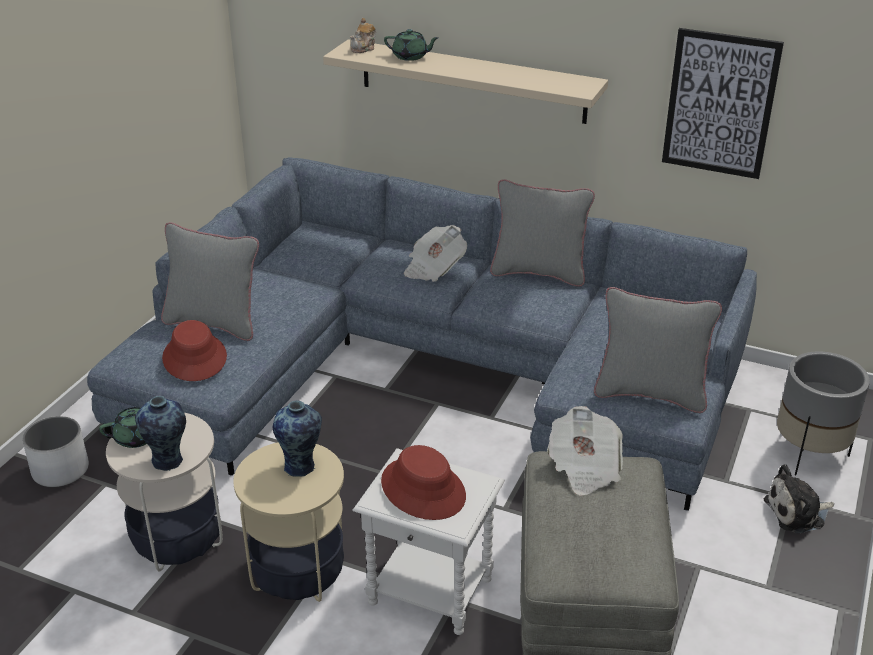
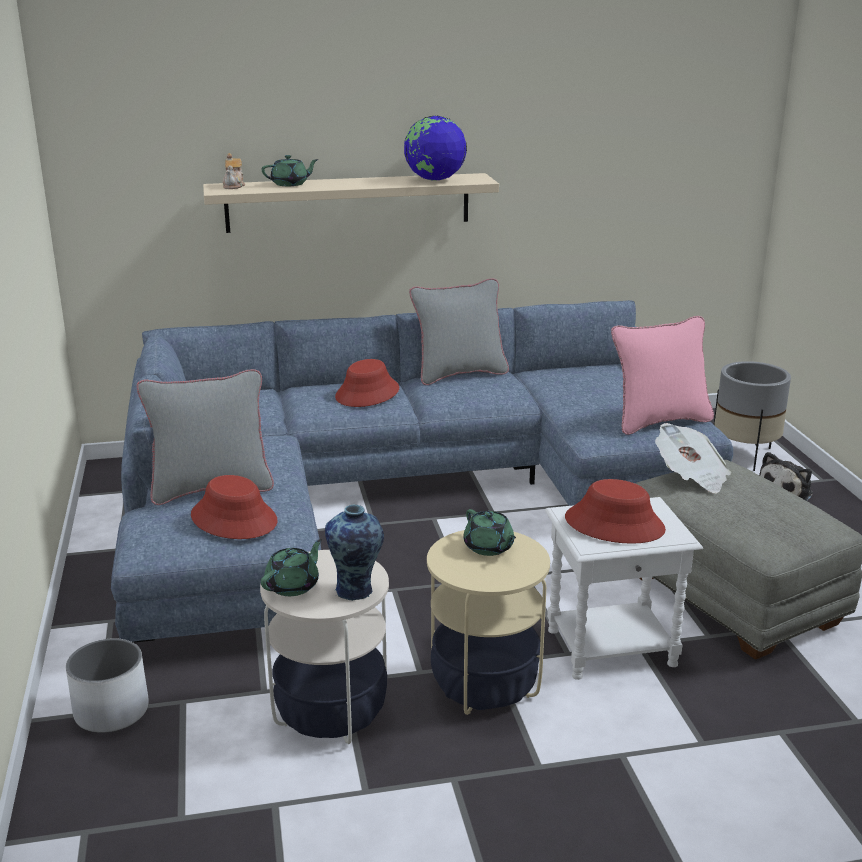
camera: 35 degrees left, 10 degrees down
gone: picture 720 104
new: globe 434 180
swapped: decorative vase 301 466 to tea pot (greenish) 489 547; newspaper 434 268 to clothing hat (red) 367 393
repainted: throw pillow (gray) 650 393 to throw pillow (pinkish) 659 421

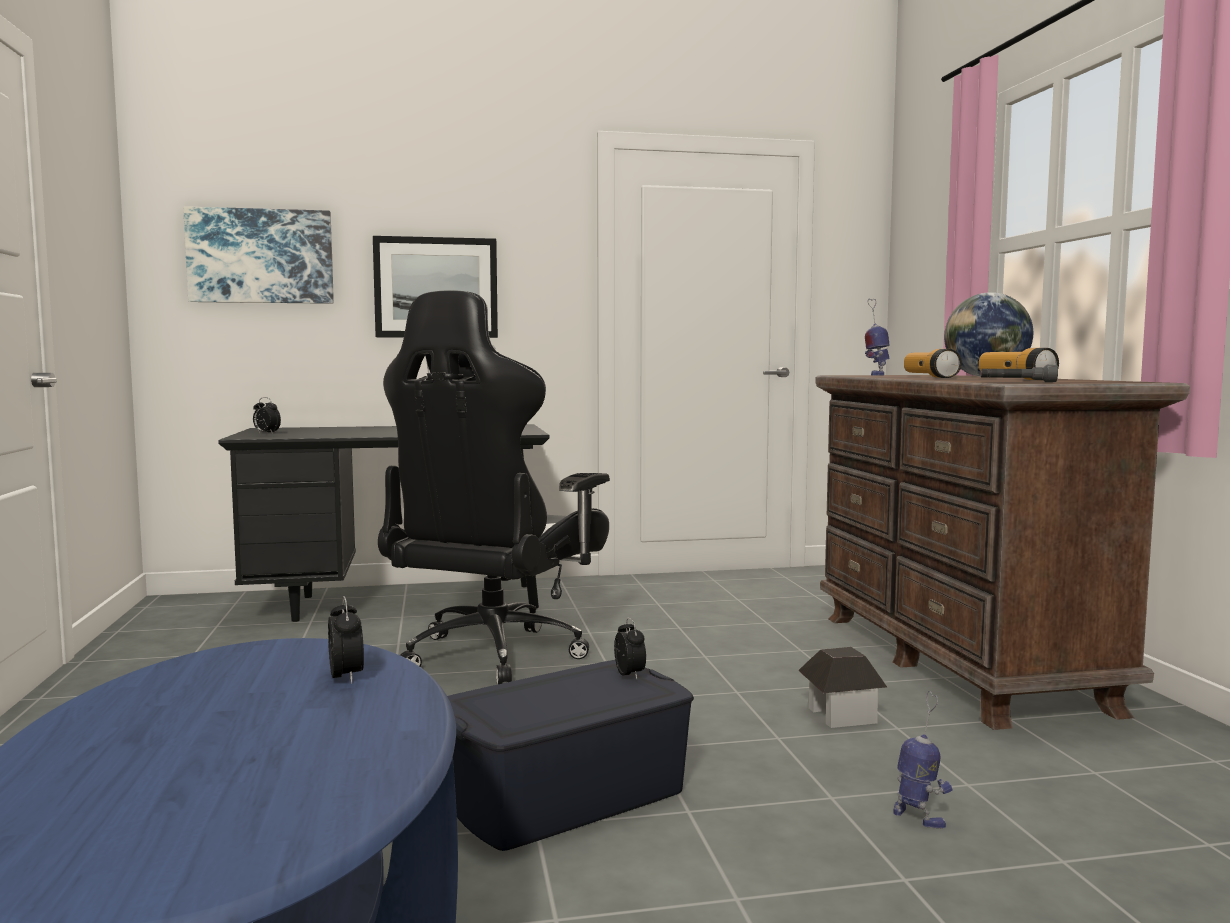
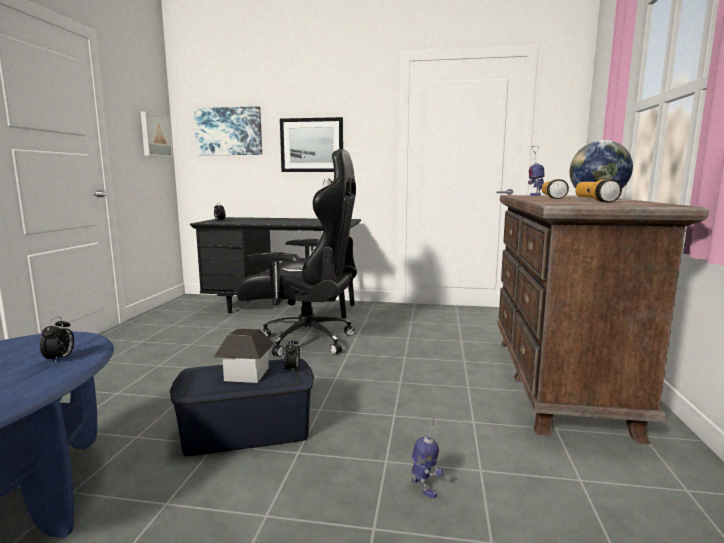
camera: 20 degrees right, 5 degrees up
gone: hand torch (gray) 1017 382
new: picture 155 135
shifted: miniature house 840 715 to 246 374
rotated: computer chair (blackish) 498 651 = 301 340 120 degrees counterclockwise

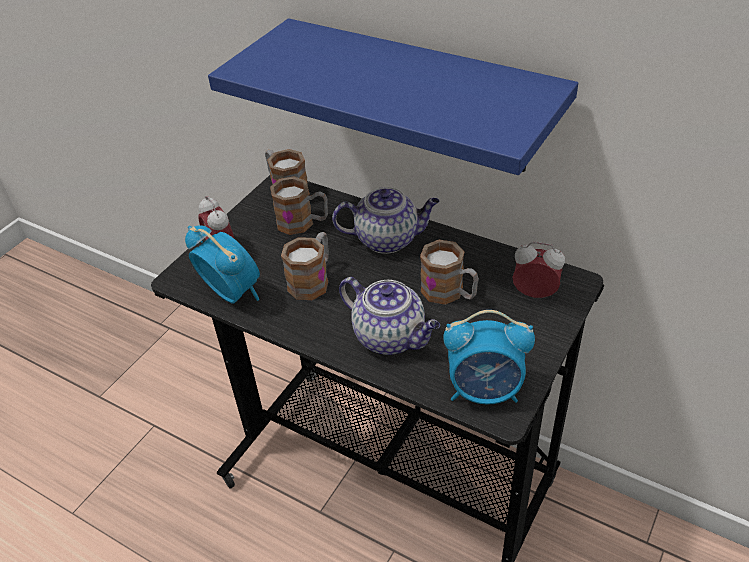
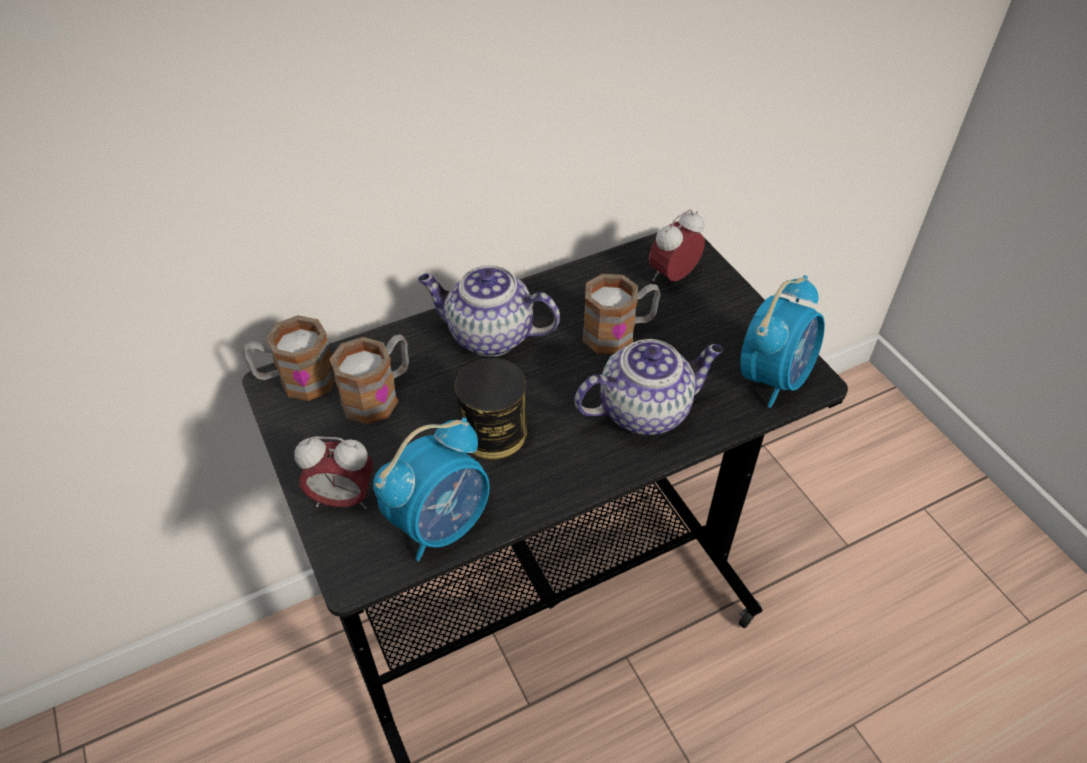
camera: 60 degrees left, 5 degrees up
gone: wall shelf (blue) 421 96
swapped: tea mug 313 280 to metal can 493 433
rotated: bedside clock 231 293 = 441 523 150 degrees clockwise; tea pot 388 239 = 488 336 105 degrees counterclockwise

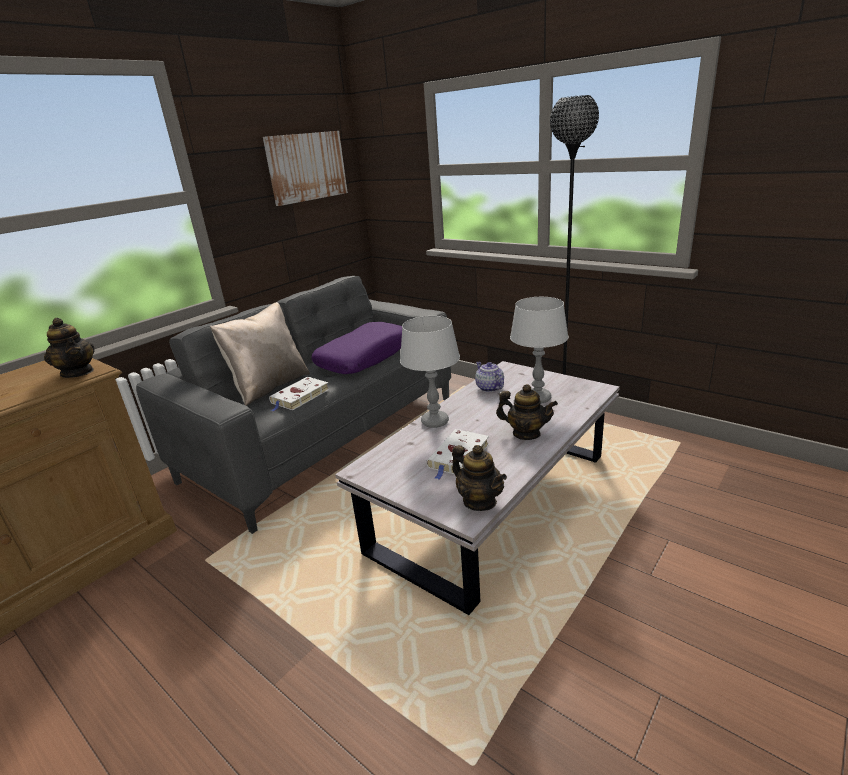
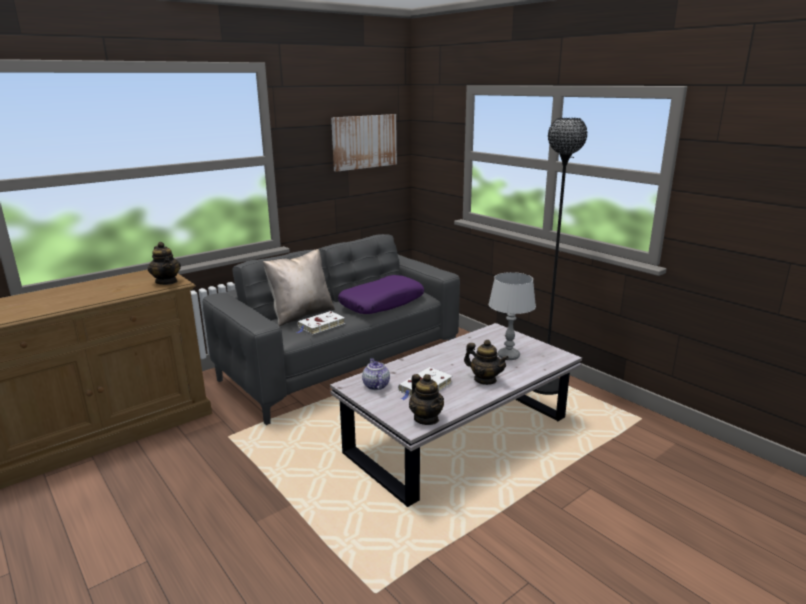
camera: 10 degrees right, 5 degrees down
gone: table lamp (gray) 435 422
shifted: tea pot 489 387 to 375 385

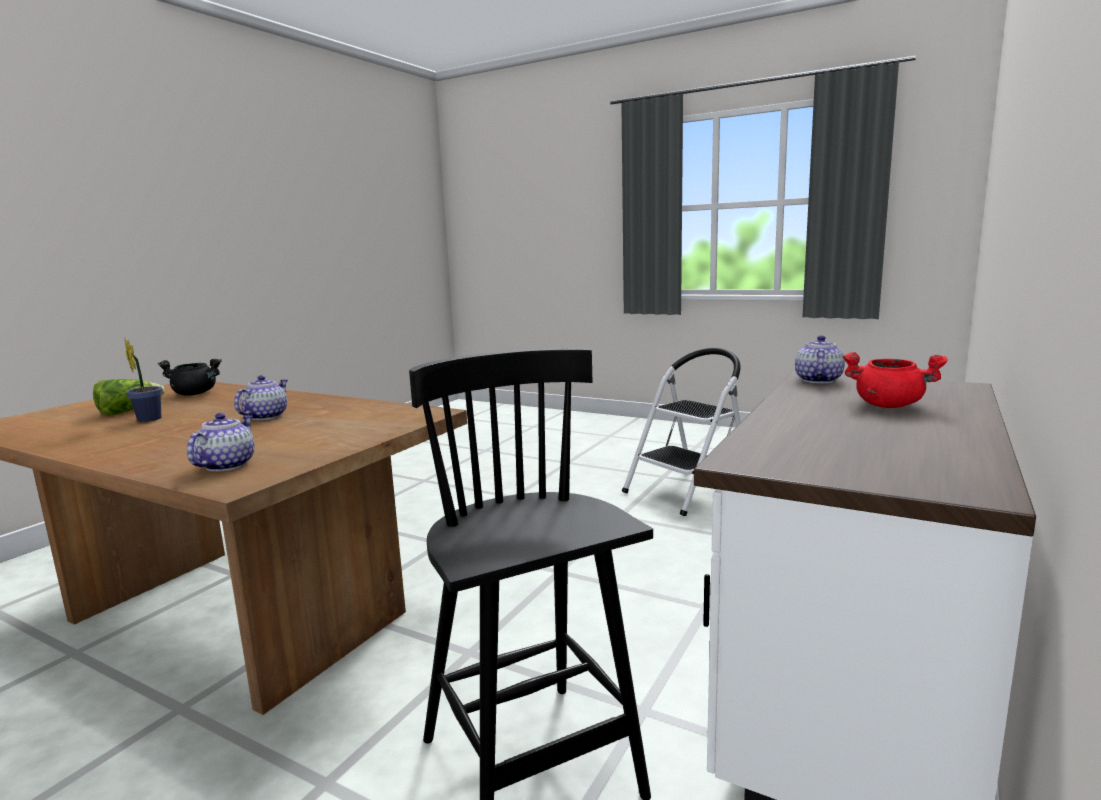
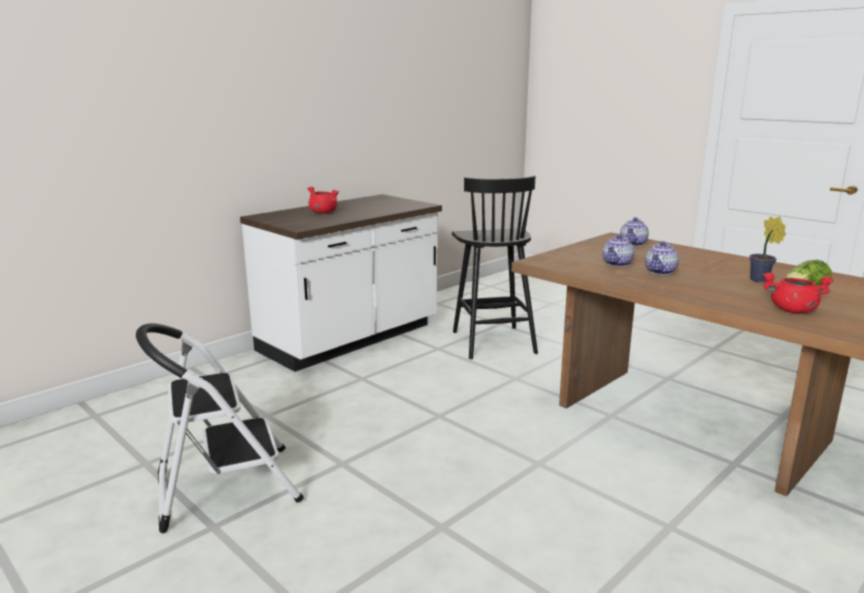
camera: 165 degrees left, 5 degrees up
shifted: tea pot 817 380 to 617 264
repainted: saucepot (blackish) 196 394 to saucepot (red) 792 310

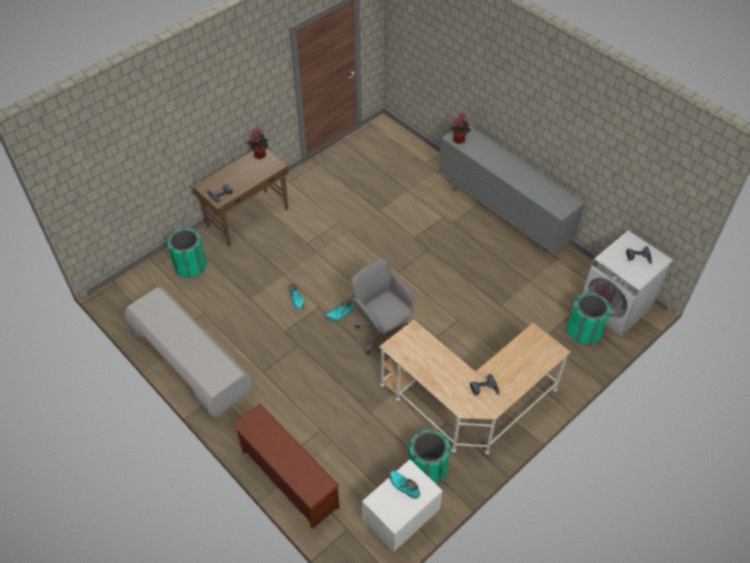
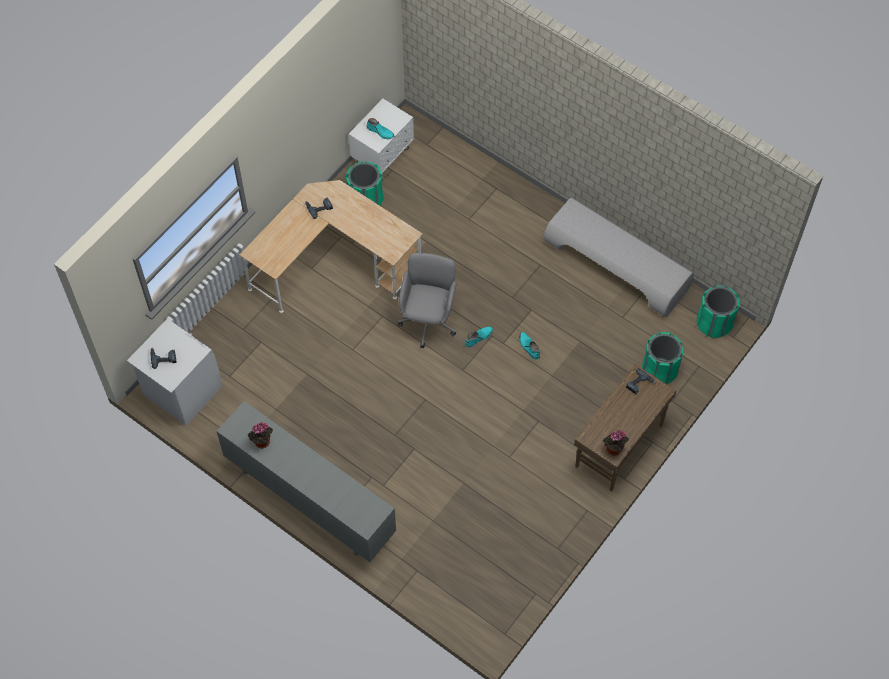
camera: 170 degrees right, 10 degrees up
gone: shoe shelf (brown) 288 479
shifted: potted plant 459 139 to 261 443; trash can (greenish) 584 331 to 714 323
rotated: computer chair (gray) 383 334 = 428 322 120 degrees counterclockwise

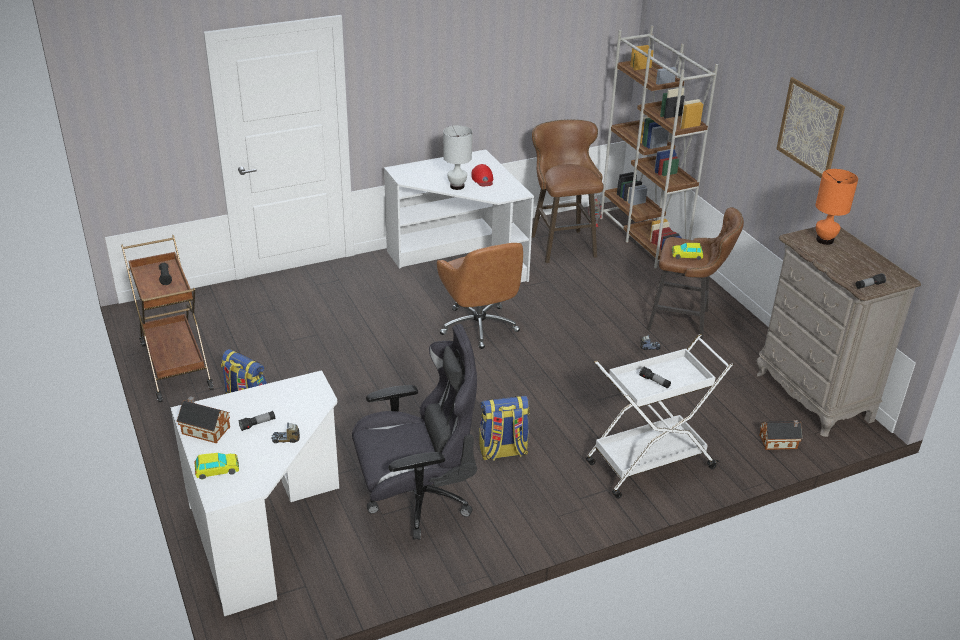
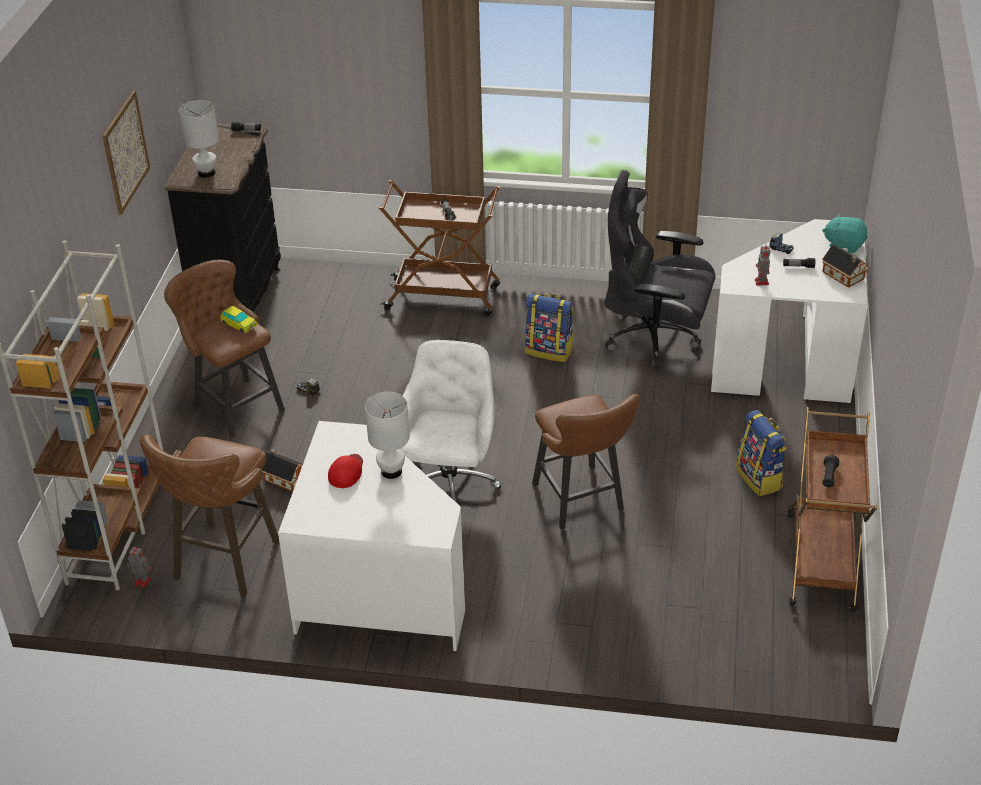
camera: 145 degrees left, 5 degrees up
new: sitting stool (brown) 582 504; toy robot 761 282
shifted: miniature house 780 442 to 284 478
swapped: miniature car 217 470 to soft toy (blue-green) 844 244
repainted: computer chair (brown) 478 326 to computer chair (white) 450 482; cart (white) 649 466 to cart (brown) 443 298; dresser (sand-coloured) 811 397 to dresser (blackish) 239 296; table lamp (orange) 825 240 to table lamp (white) 206 172

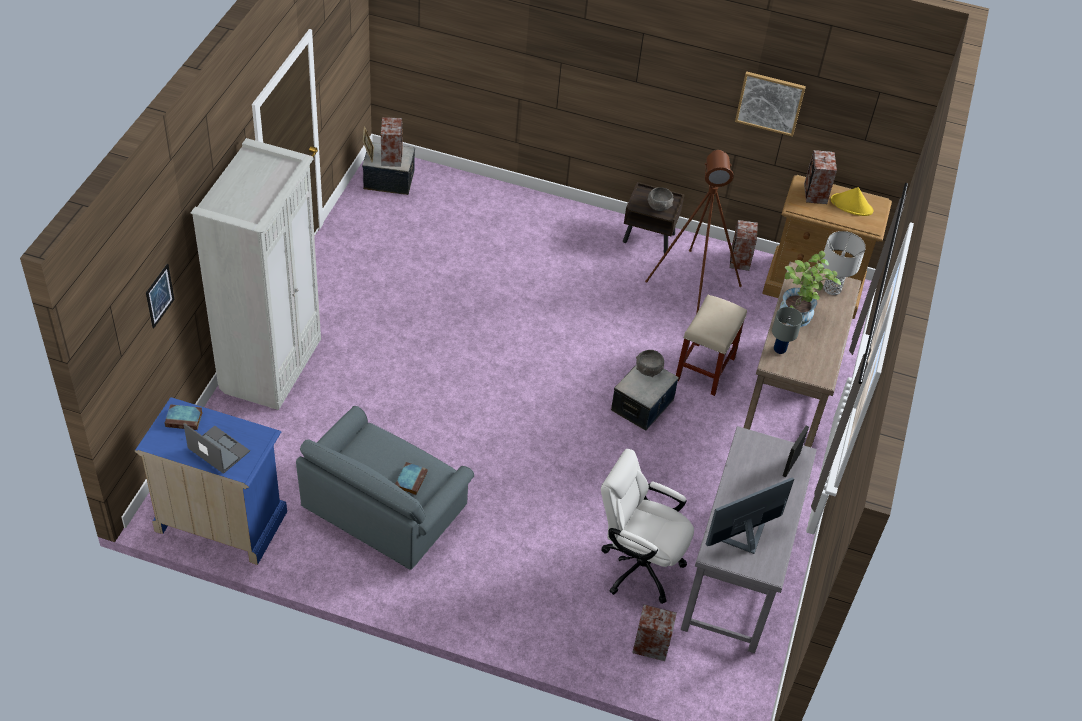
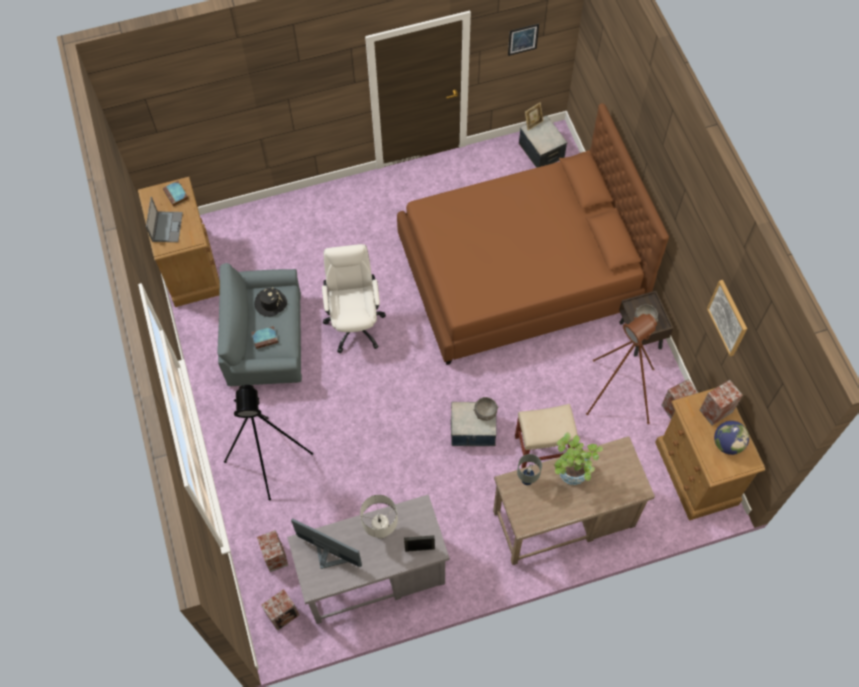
camera: 60 degrees right, 15 degrees up
gone: wardrobe (white) 271 365
new: floor lamp (blackish) 268 458; clothing hat (blackish) 270 303; sleeping bed (brown) 520 272
shifted: picture 159 296 to 523 39; audio speaker 392 157 to 284 614; computer chair (white) 637 566 to 355 324; table lamp (white) 832 288 to 381 530
swapped: clothing hat (yellow) 851 205 to globe 727 444
repainted: dresser (blue) 221 521 to dresser (brown) 190 267

